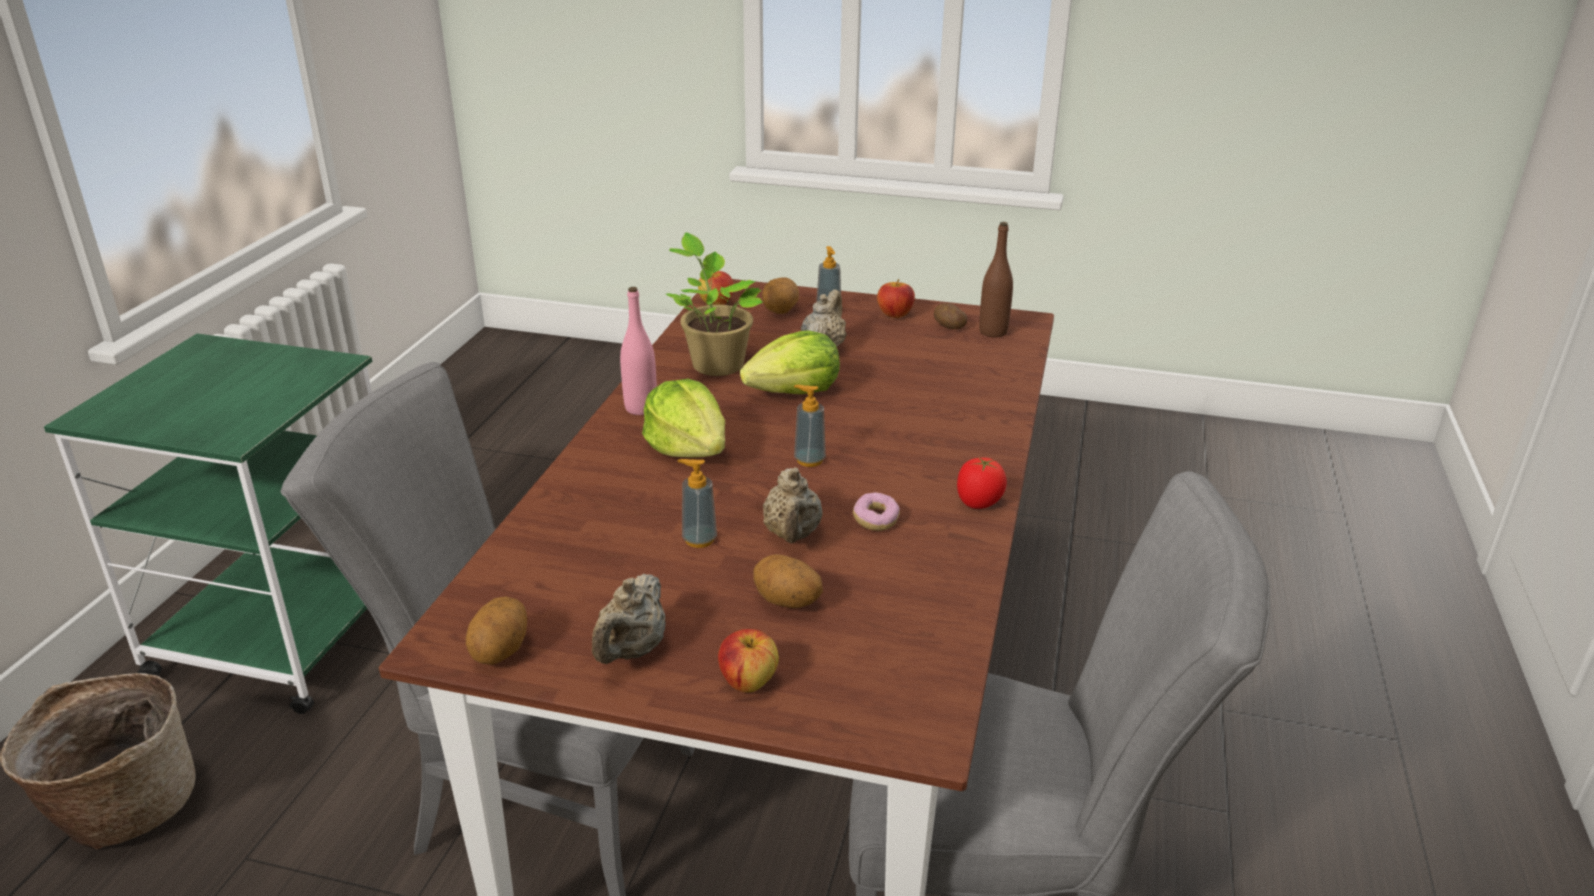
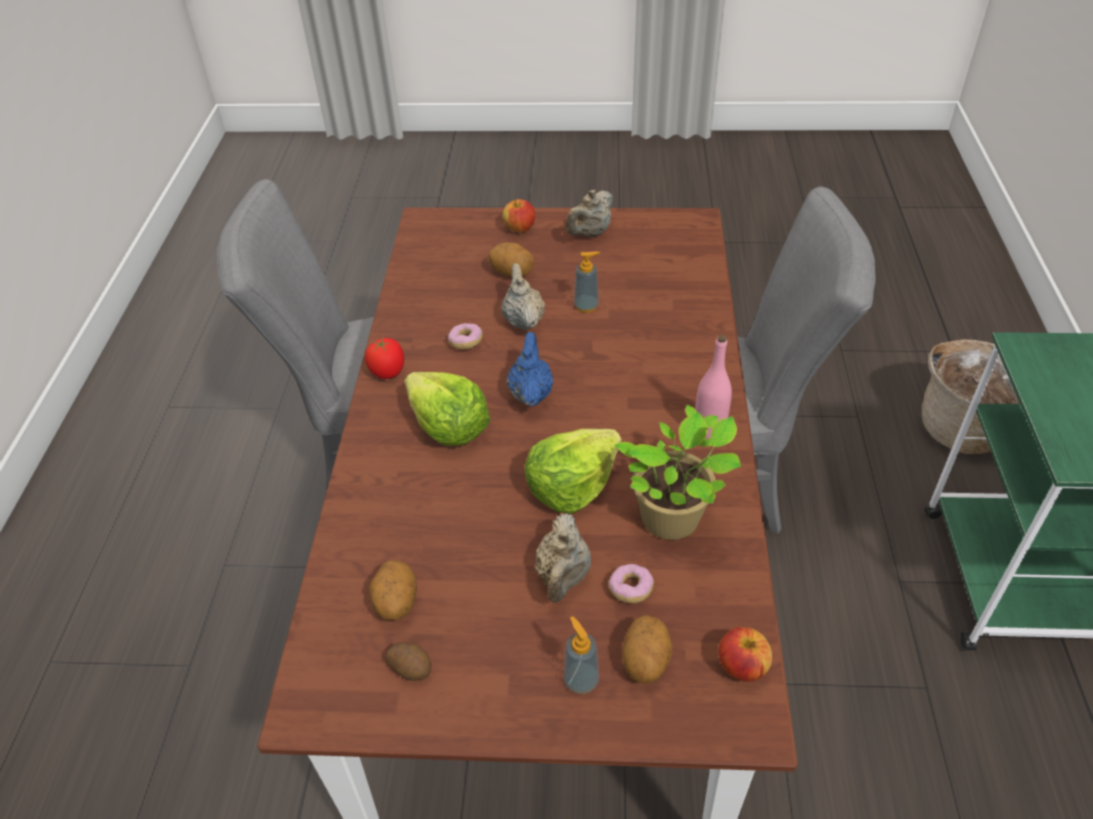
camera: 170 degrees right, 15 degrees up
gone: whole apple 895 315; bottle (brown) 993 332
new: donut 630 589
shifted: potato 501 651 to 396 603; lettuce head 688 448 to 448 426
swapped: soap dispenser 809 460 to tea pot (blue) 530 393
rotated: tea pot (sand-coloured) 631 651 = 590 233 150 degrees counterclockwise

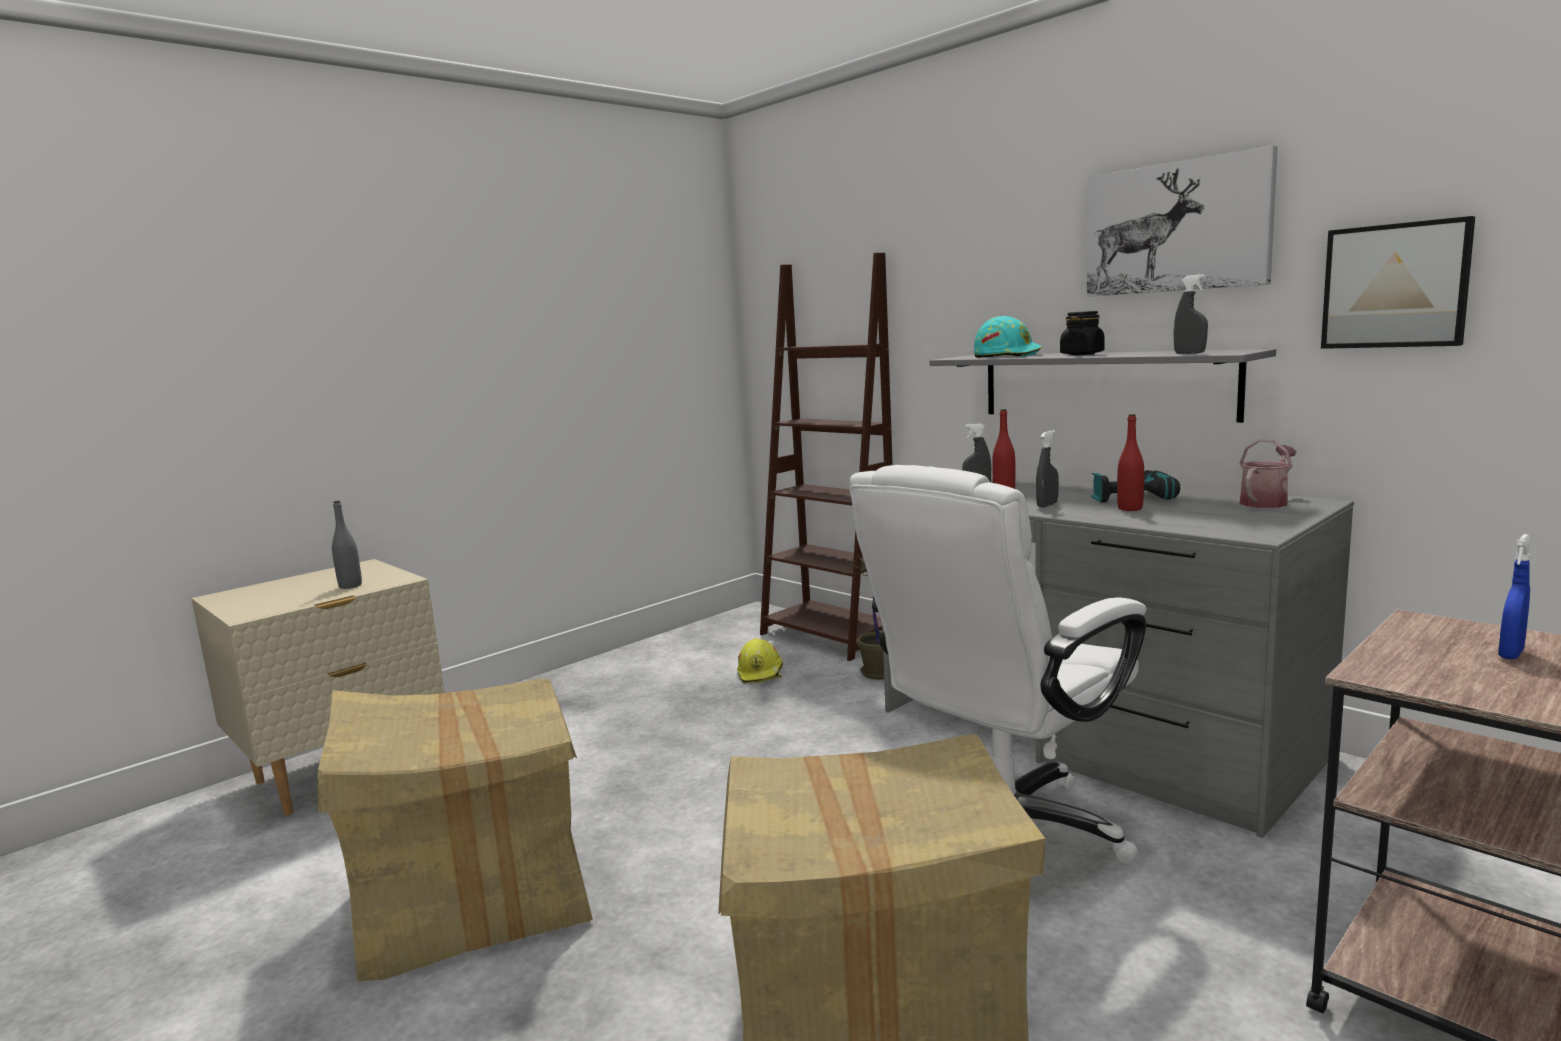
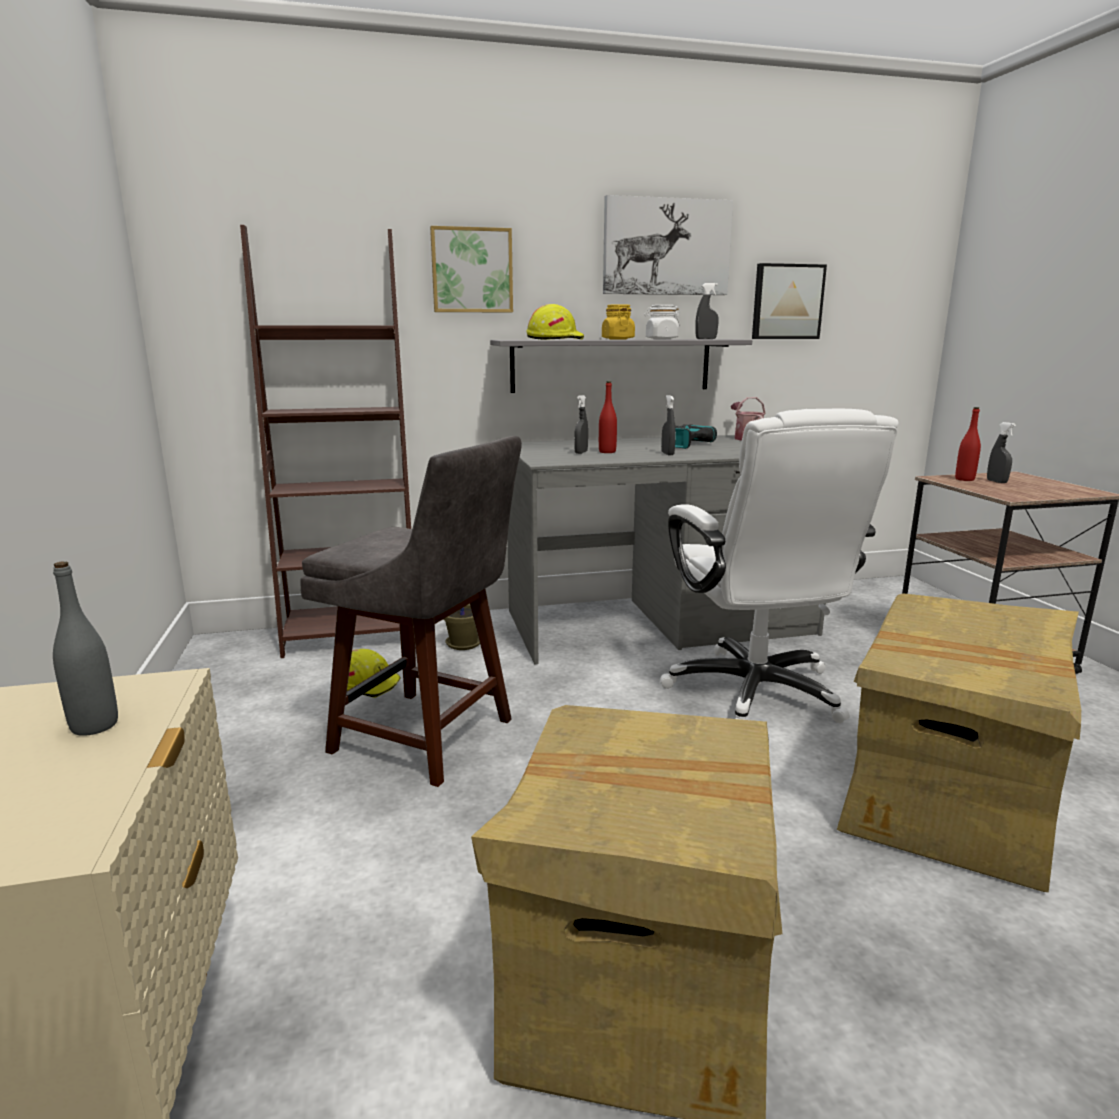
camera: 60 degrees left, 5 degrees up
new: sitting stool (gray) 428 737; picture 472 270; preserve jar (white) 661 339
shifted: bottle (red) 1130 508 to 964 479
repainted: hard hat (blue-green) 1007 356 to hard hat (yellow) 555 339; preserve jar (blackish) 1082 354 to preserve jar (yellow) 617 339; sprayer (blue) 1510 654 to sprayer (gray) 996 481

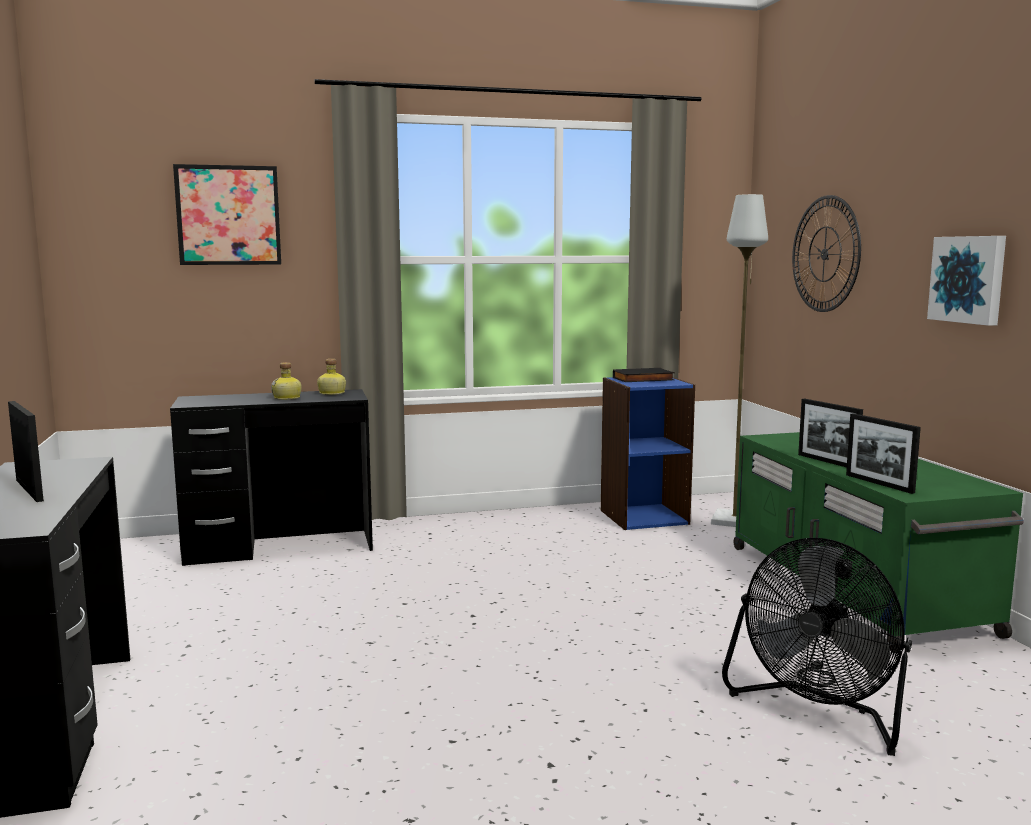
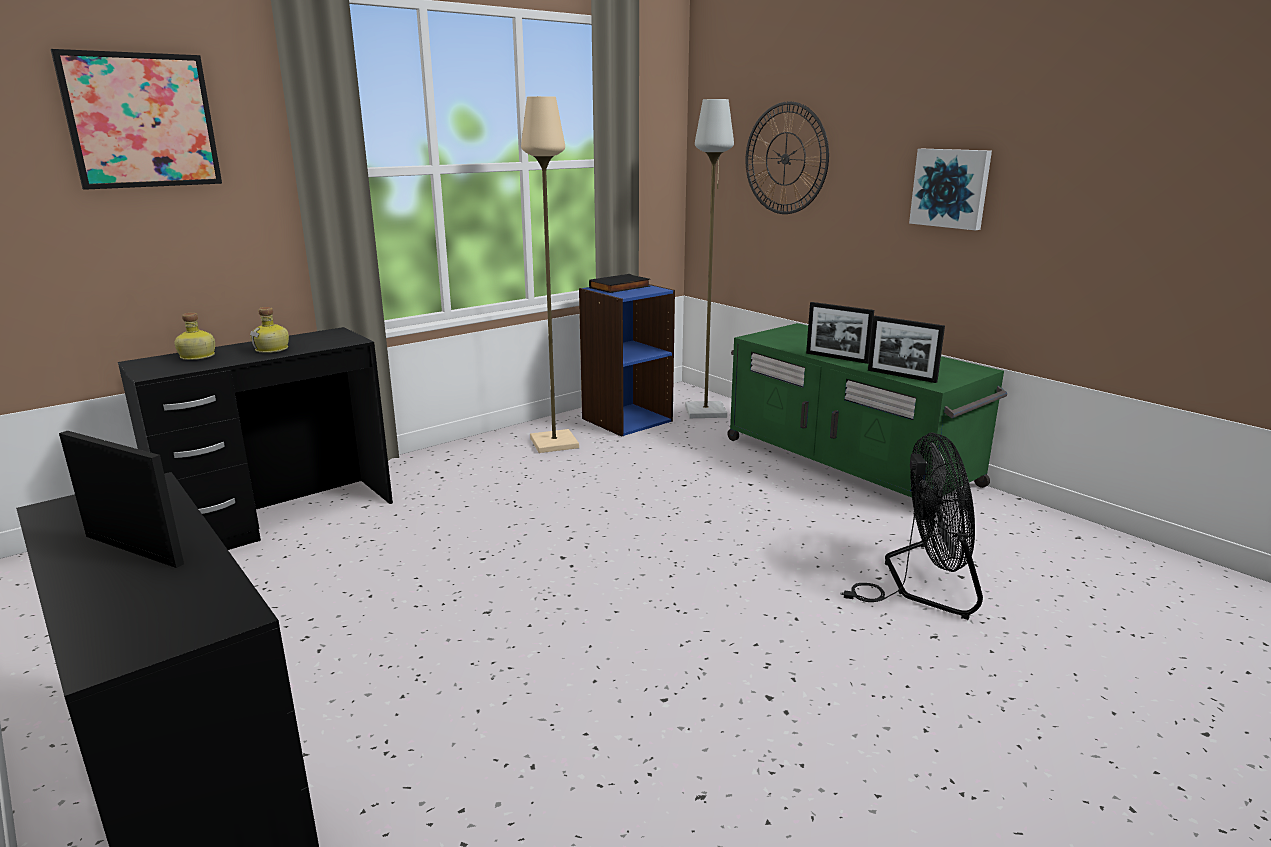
camera: 25 degrees left, 10 degrees up
new: floor lamp (sand-coloured) 553 443
shifted: bottle 331 393 to 196 356
rotated: fan (blackish) 815 707 = 915 581 105 degrees counterclockwise

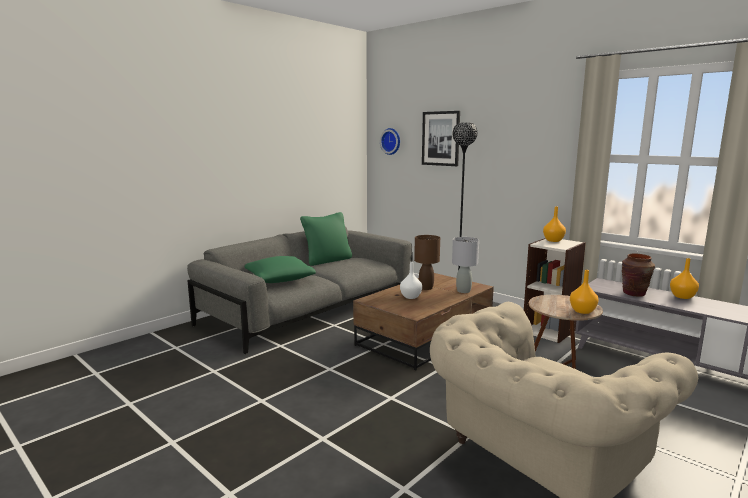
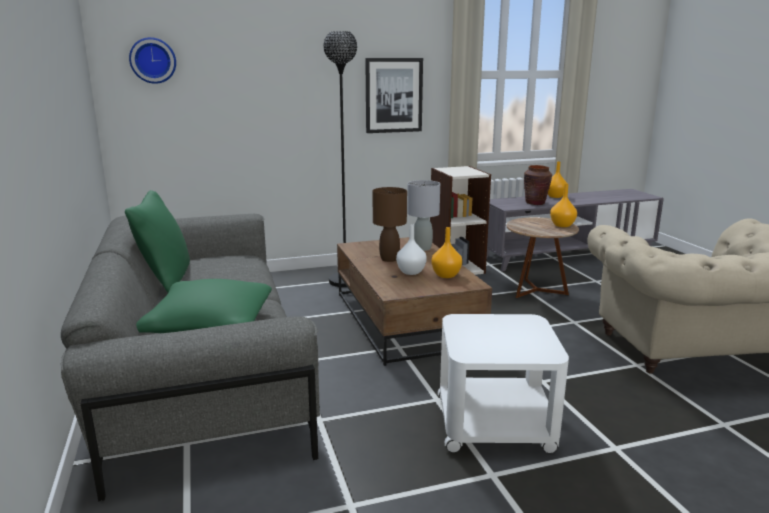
camera: 60 degrees left, 5 degrees up
new: side table (white) 495 423
shifted: picture 441 138 to 393 95; decorative vase (orange) 553 240 to 446 275

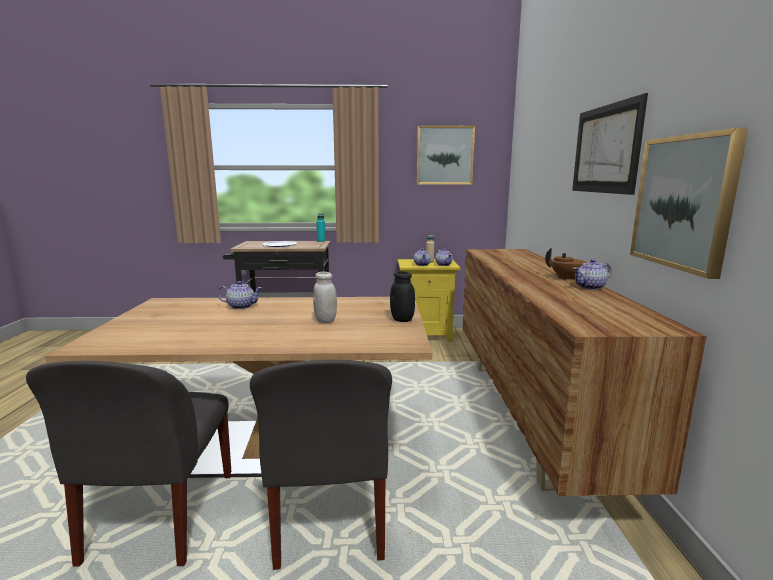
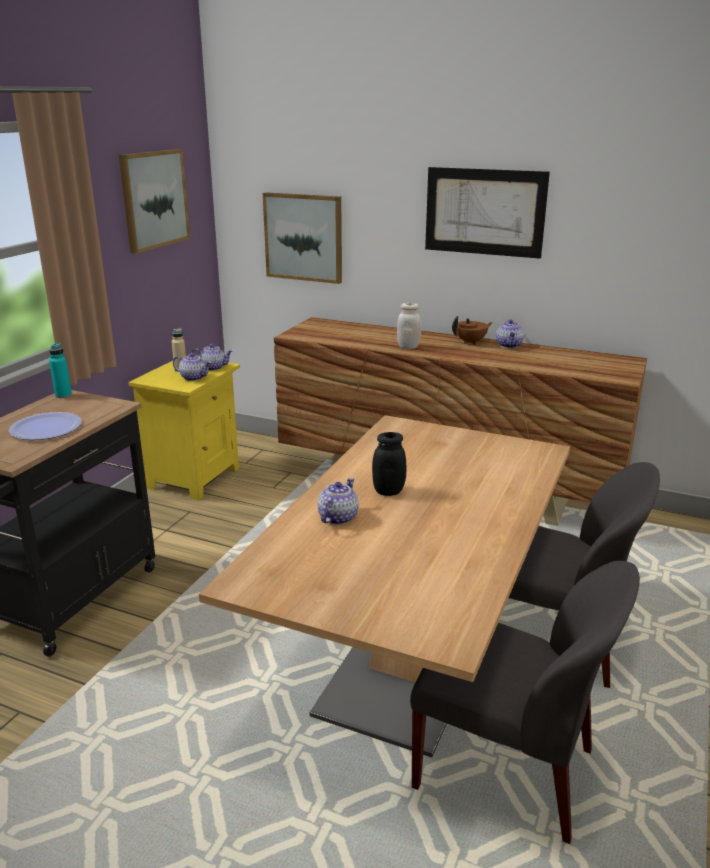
camera: 65 degrees left, 10 degrees up
shifted: preserve jar (white) 325 320 to 408 347; preserve jar (blackish) 402 319 to 388 491; picture 683 202 to 303 237

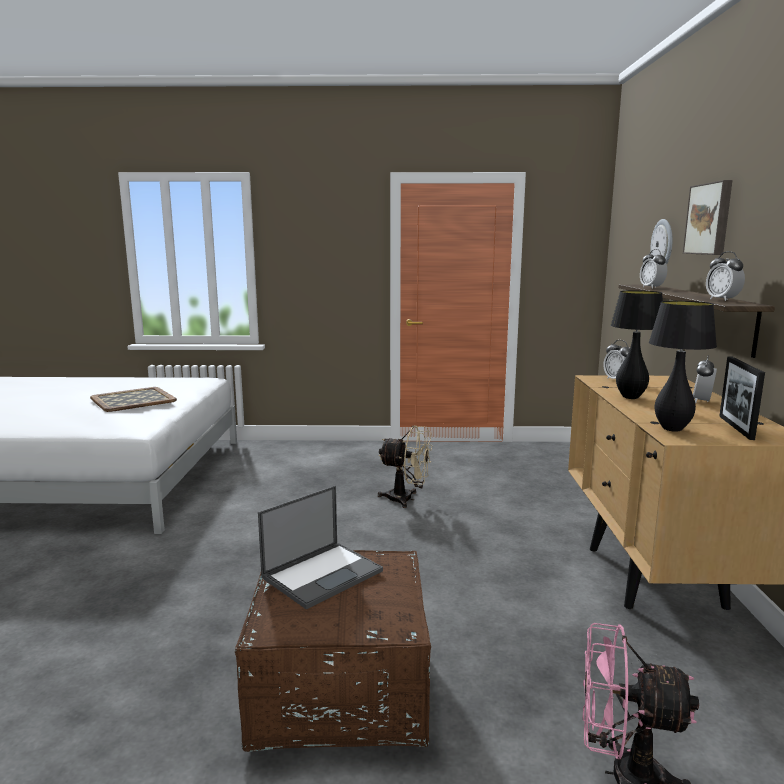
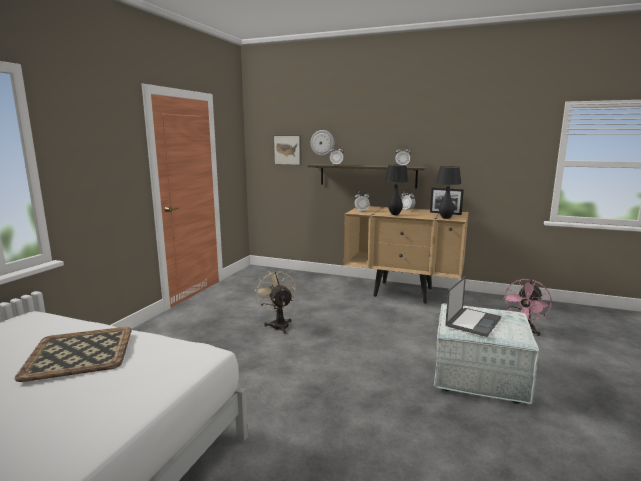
camera: 70 degrees left, 0 degrees up
shifted: picture 710 219 to 288 150
repainted: pouffe (brown) 341 690 to pouffe (white) 479 376
rotated: portable computer 323 573 = 473 321 60 degrees clockwise; fan (sand-coloured) 406 499 = 278 324 60 degrees counterclockwise

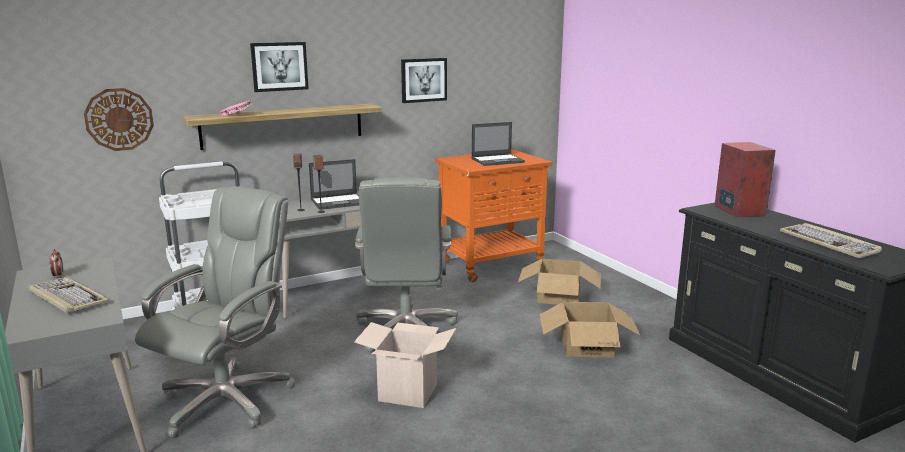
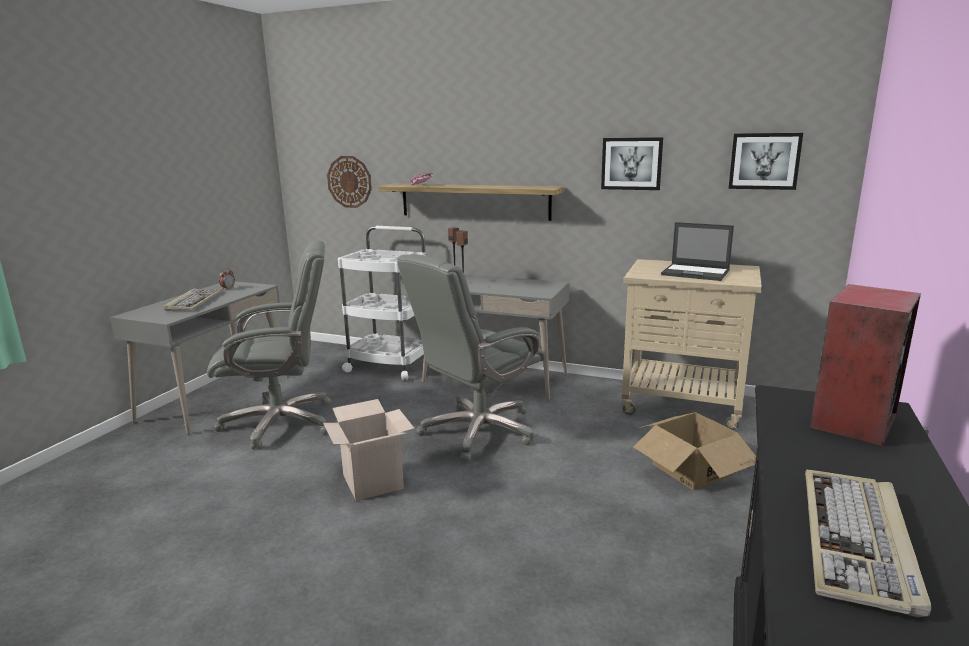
camera: 50 degrees right, 0 degrees up
gone: portable computer 339 202; cardboard box 587 345
shifted: picture 279 66 to 764 161
repainted: cart (orange) 491 265 to cart (sand-coloured) 683 406

